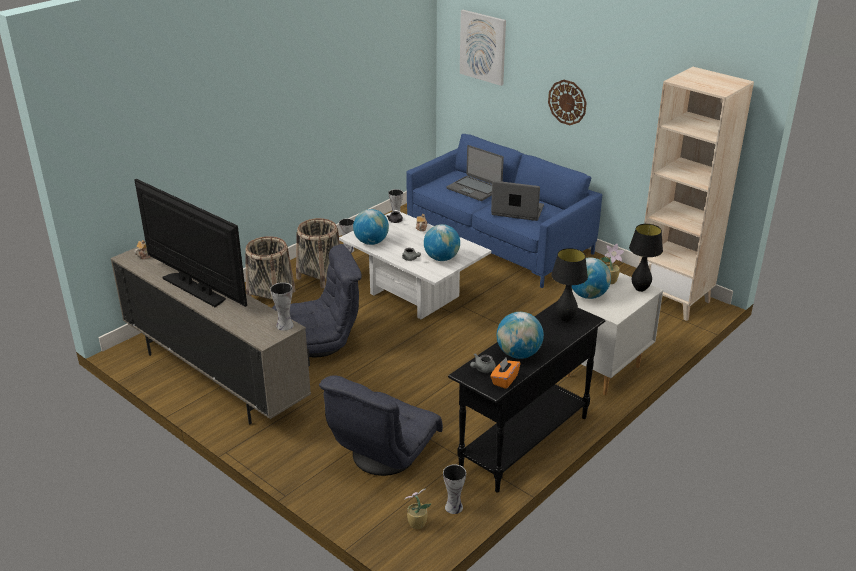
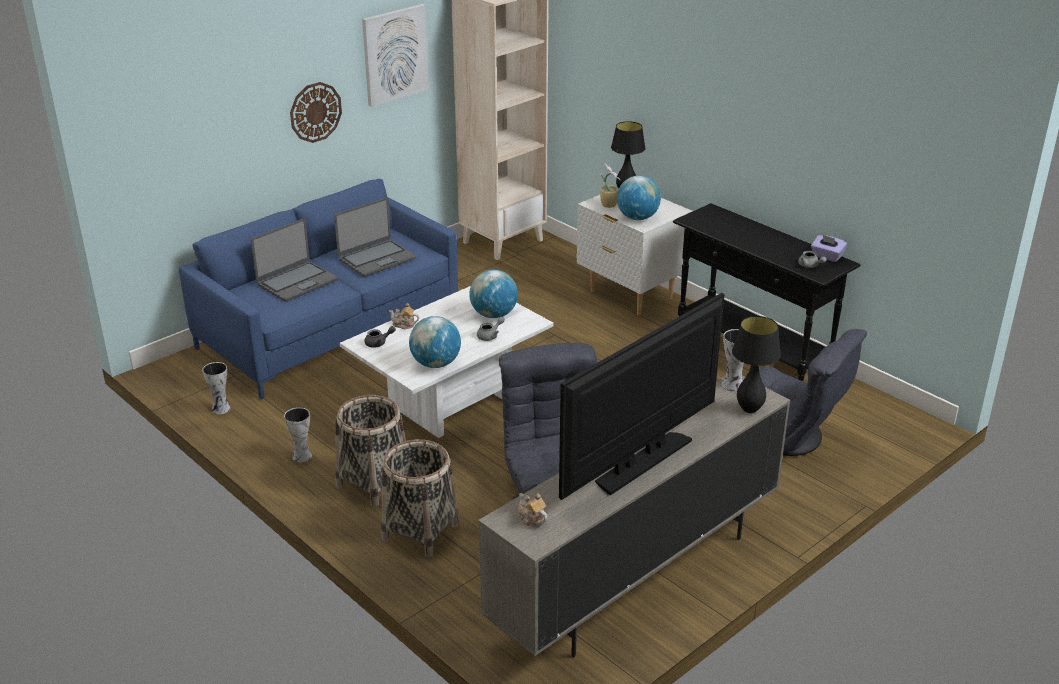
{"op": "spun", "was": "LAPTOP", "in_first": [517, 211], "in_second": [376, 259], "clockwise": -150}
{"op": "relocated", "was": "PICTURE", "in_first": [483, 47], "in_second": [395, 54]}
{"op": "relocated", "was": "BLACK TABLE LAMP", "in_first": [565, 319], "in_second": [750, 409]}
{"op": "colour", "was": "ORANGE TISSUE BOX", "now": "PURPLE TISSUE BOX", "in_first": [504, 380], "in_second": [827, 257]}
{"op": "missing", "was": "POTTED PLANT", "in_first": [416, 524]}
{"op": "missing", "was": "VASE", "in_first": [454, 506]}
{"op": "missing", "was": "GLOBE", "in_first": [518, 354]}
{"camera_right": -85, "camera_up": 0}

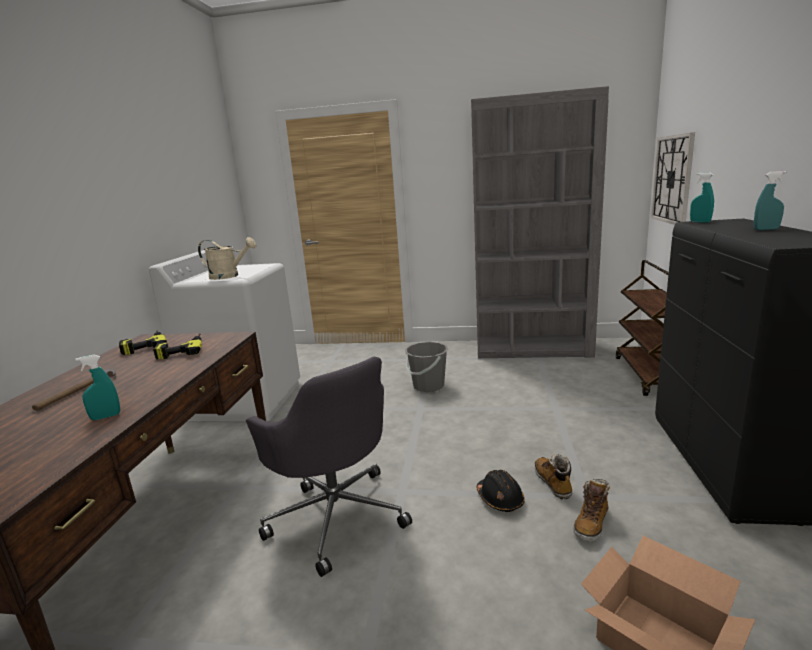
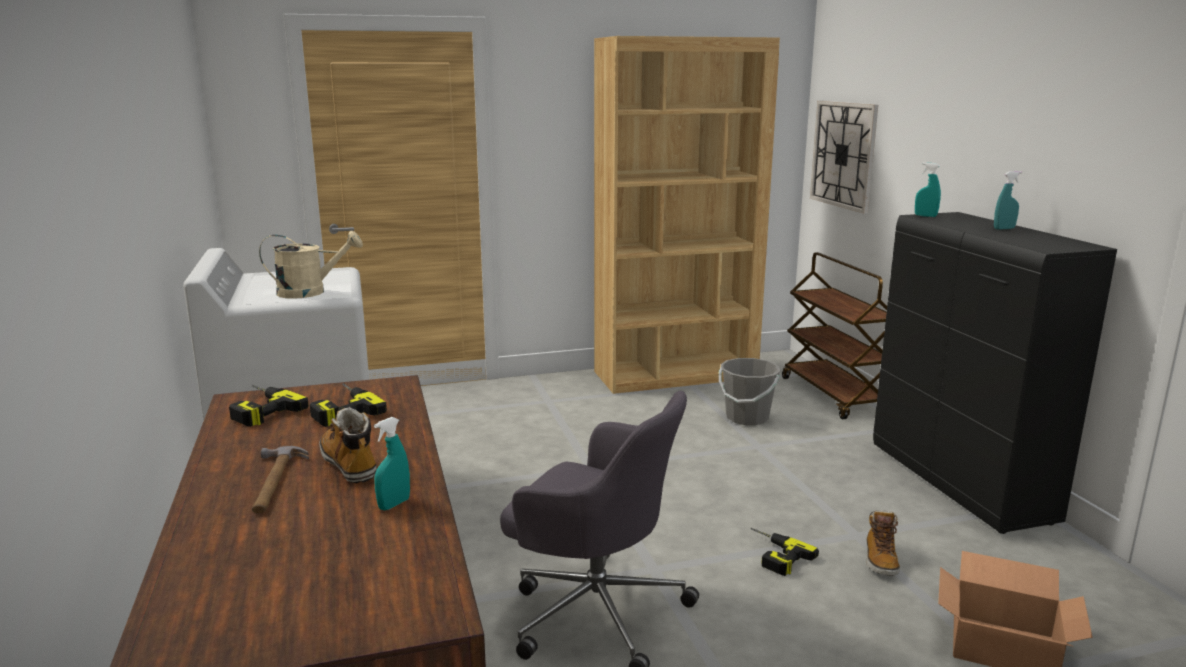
{"op": "relocated", "was": "BOOT", "in_first": [553, 483], "in_second": [349, 465]}
{"op": "colour", "was": "GREY BOOKCASE", "now": "BROWN BOOKCASE", "in_first": [533, 349], "in_second": [676, 375]}
{"op": "relocated", "was": "GREY BUCKET", "in_first": [428, 386], "in_second": [747, 417]}
{"op": "exchanged", "was": "BLACK HARD HAT", "now": "POWER DRILL", "in_first": [500, 499], "in_second": [772, 555]}
{"camera_right": -25, "camera_up": 0}

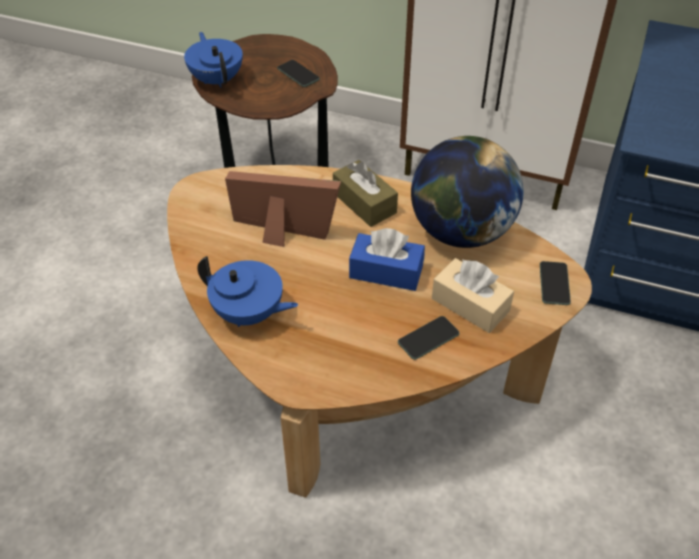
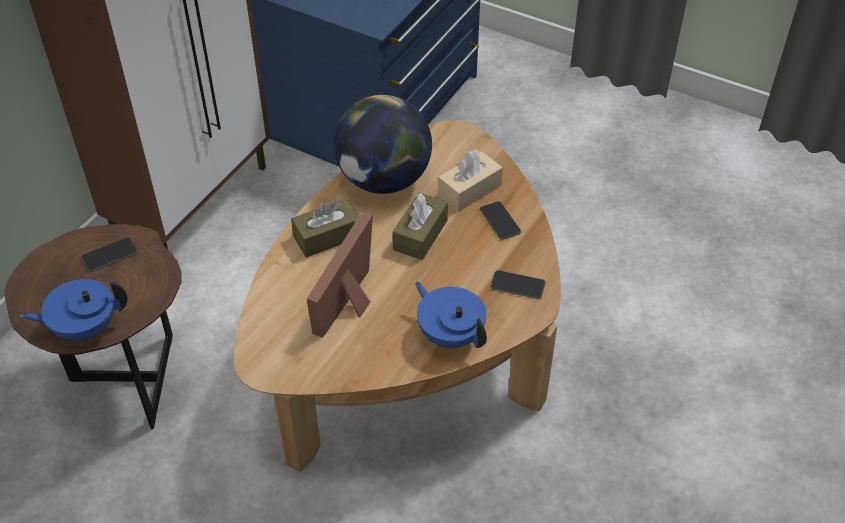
{"op": "colour", "was": "BLUE TISSUE BOX", "now": "BROWN TISSUE BOX", "in_first": [386, 272], "in_second": [420, 235]}
{"op": "spun", "was": "BLUE TEAPOT", "in_first": [249, 314], "in_second": [450, 334], "clockwise": -75}
{"op": "relocated", "was": "PHONE", "in_first": [554, 283], "in_second": [517, 285]}
{"camera_right": -80, "camera_up": 0}

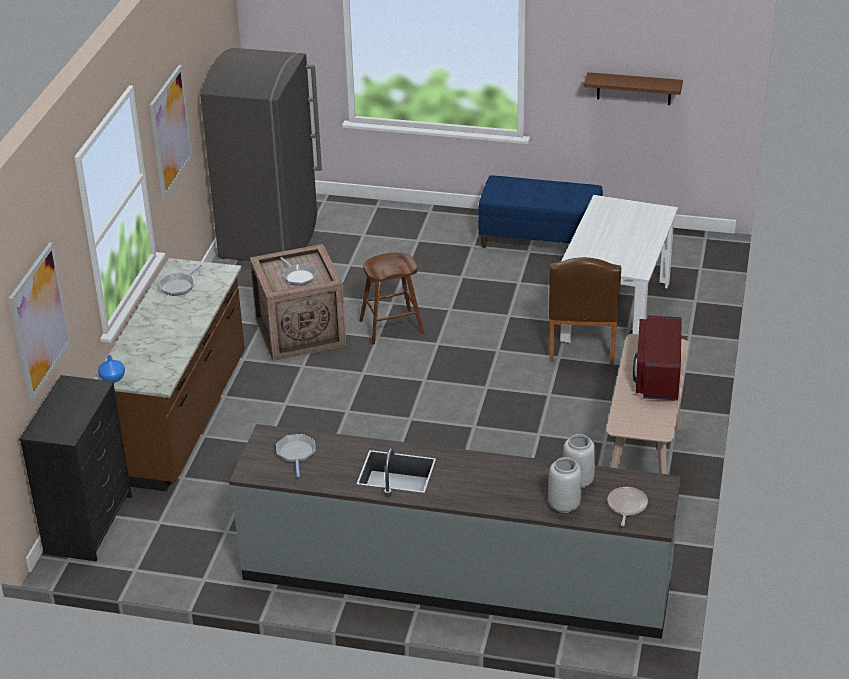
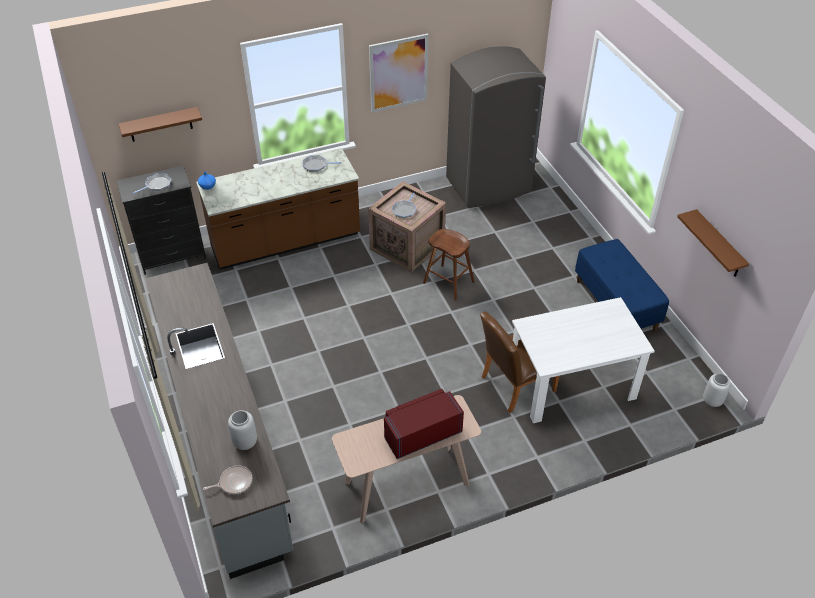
{"op": "exchanged", "was": "PICTURE", "now": "BROWN SHELF", "in_first": [39, 321], "in_second": [160, 124]}
{"op": "relocated", "was": "FRYING PAN", "in_first": [296, 453], "in_second": [157, 185]}
{"op": "relocated", "was": "GREY VASE", "in_first": [564, 505], "in_second": [712, 400]}
{"camera_right": 55, "camera_up": 10}

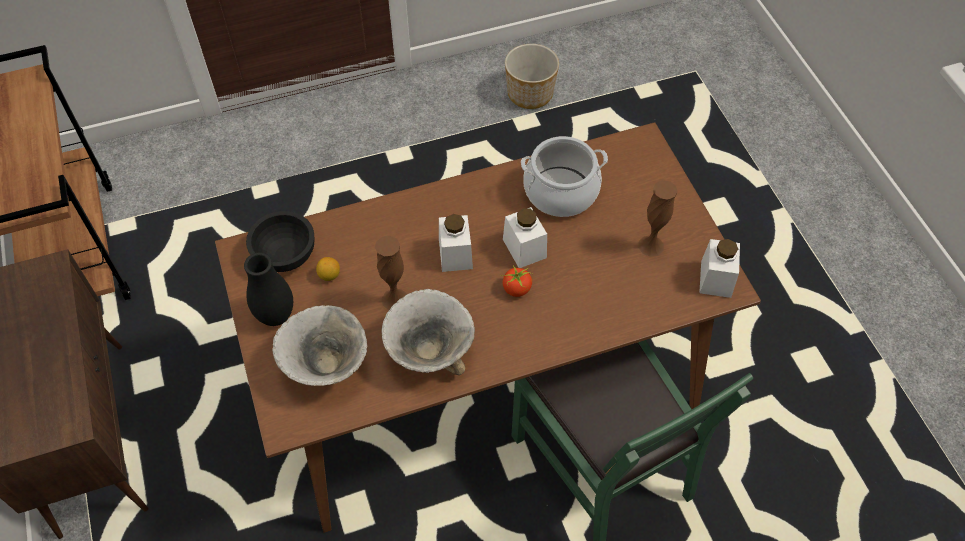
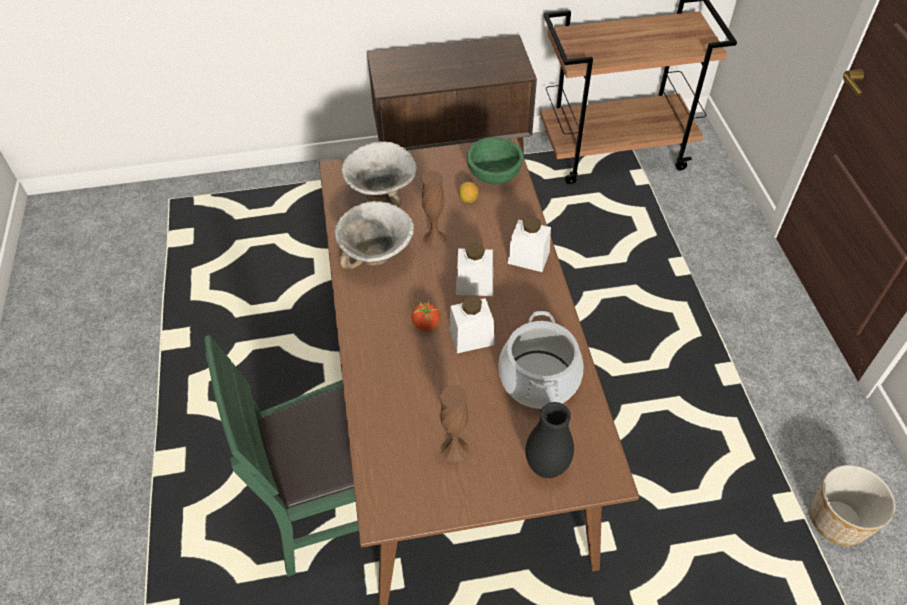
{"op": "colour", "was": "BLACK BOWL", "now": "GREEN BOWL", "in_first": [285, 255], "in_second": [494, 175]}
{"op": "relocated", "was": "WHITE JAR", "in_first": [716, 279], "in_second": [528, 257]}
{"op": "relocated", "was": "BLACK VASE", "in_first": [276, 316], "in_second": [546, 466]}
{"camera_right": 100, "camera_up": -5}

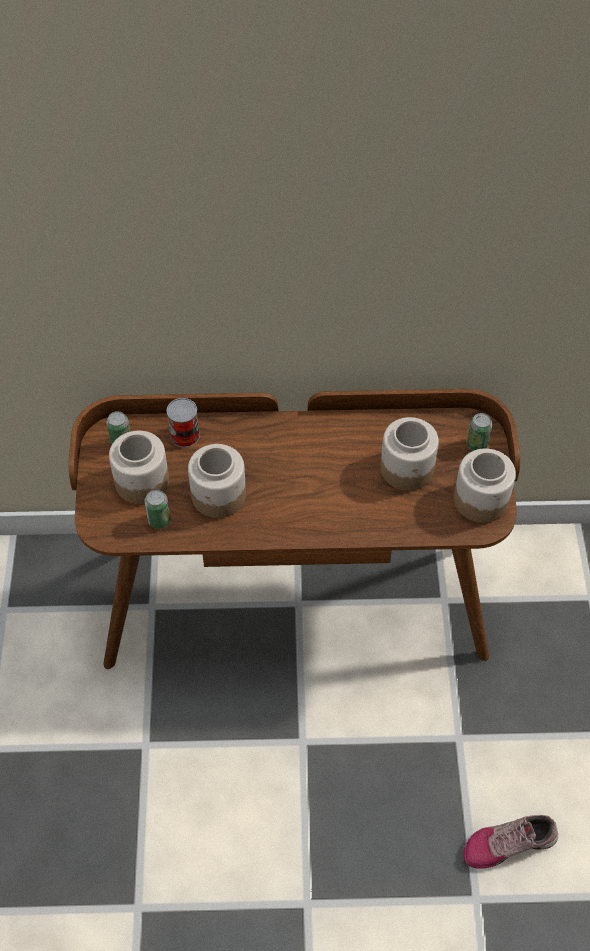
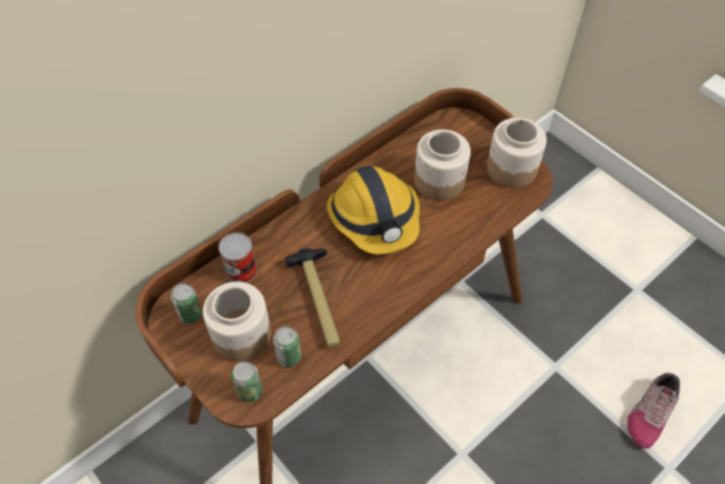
{"op": "relocated", "was": "CAN", "in_first": [476, 445], "in_second": [250, 391]}
{"op": "exchanged", "was": "JAR", "now": "HAMMER", "in_first": [219, 496], "in_second": [319, 300]}
{"op": "appeared", "now": "HARD HAT", "in_second": [375, 218]}
{"camera_right": -40, "camera_up": 0}

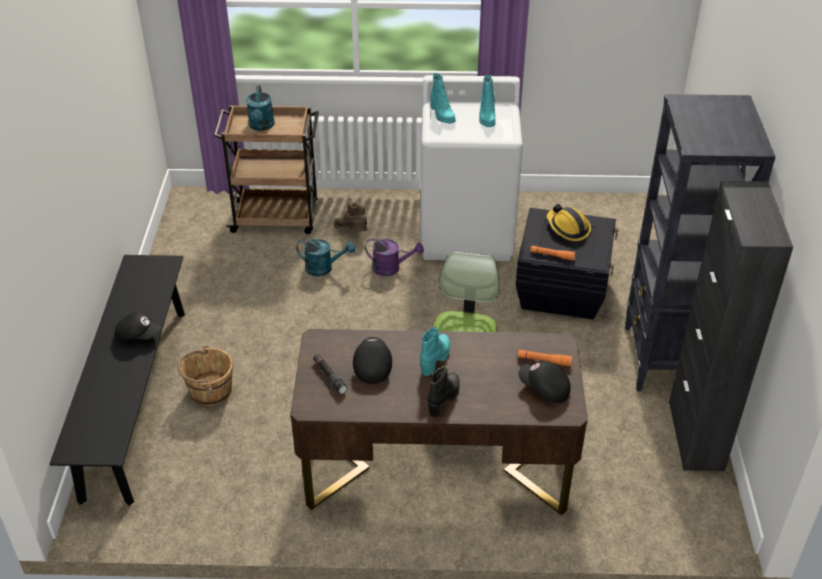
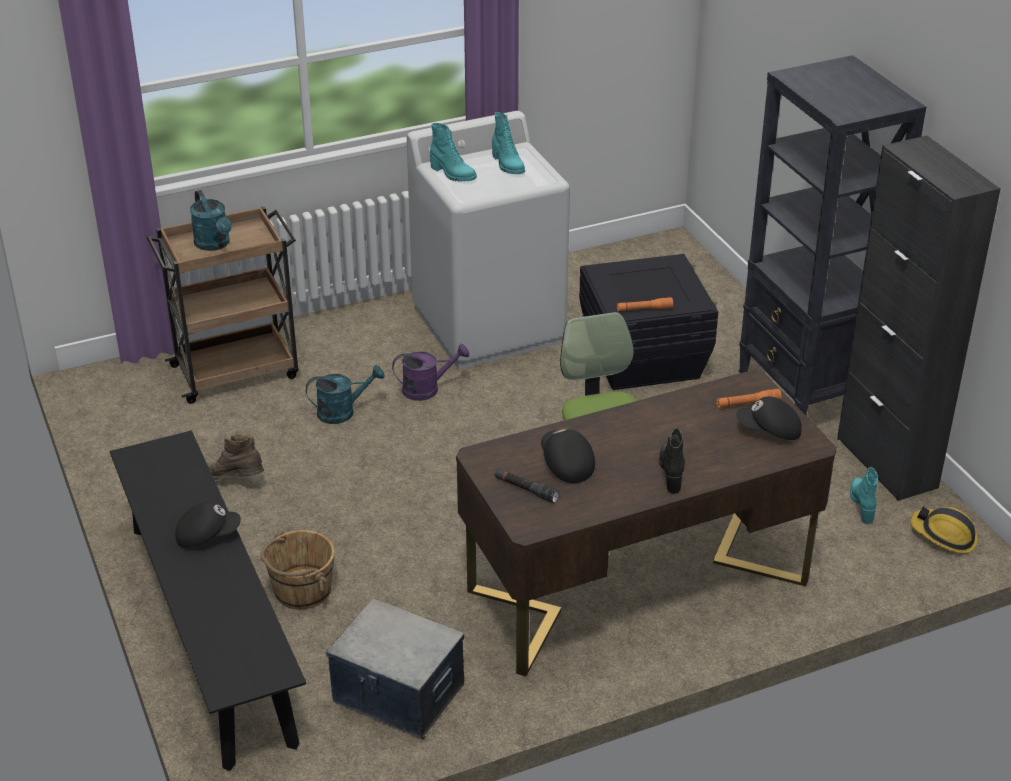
{"op": "relocated", "was": "BROWN BOOT", "in_first": [352, 232], "in_second": [236, 481]}
{"op": "appeared", "now": "STORAGE BOX", "in_second": [398, 694]}
{"op": "relocated", "was": "TURQUOISE BOOT", "in_first": [436, 358], "in_second": [863, 505]}
{"op": "relocated", "was": "HARD HAT", "in_first": [567, 228], "in_second": [944, 536]}
{"camera_right": -25, "camera_up": -5}

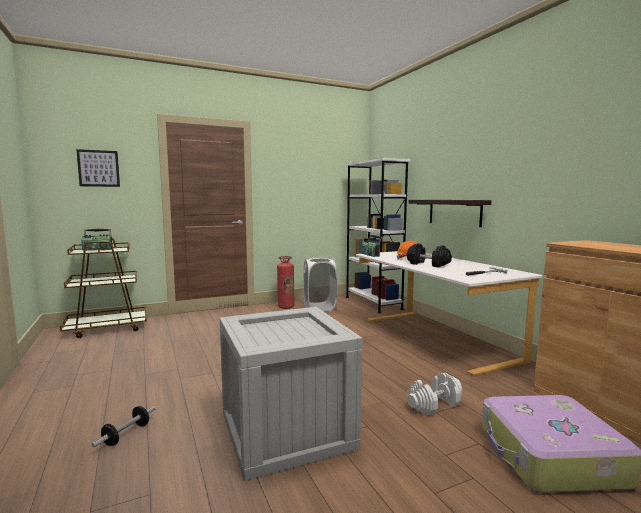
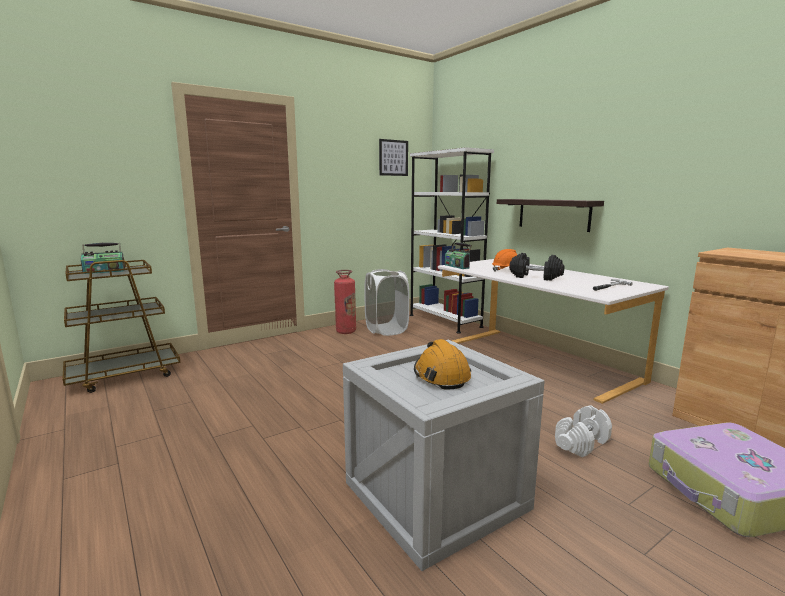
{"op": "relocated", "was": "PICTURE", "in_first": [98, 168], "in_second": [393, 158]}
{"op": "appeared", "now": "ORANGE HARD HAT", "in_second": [441, 375]}
{"op": "missing", "was": "DUMBBELL", "in_first": [126, 435]}
{"camera_right": -10, "camera_up": 5}

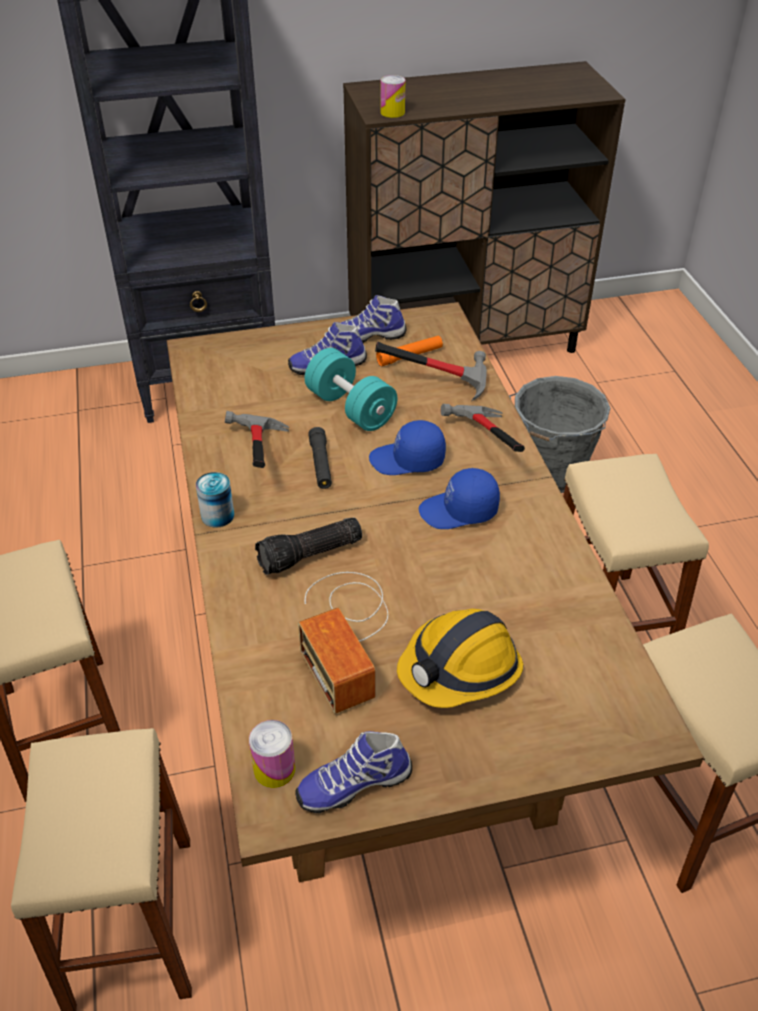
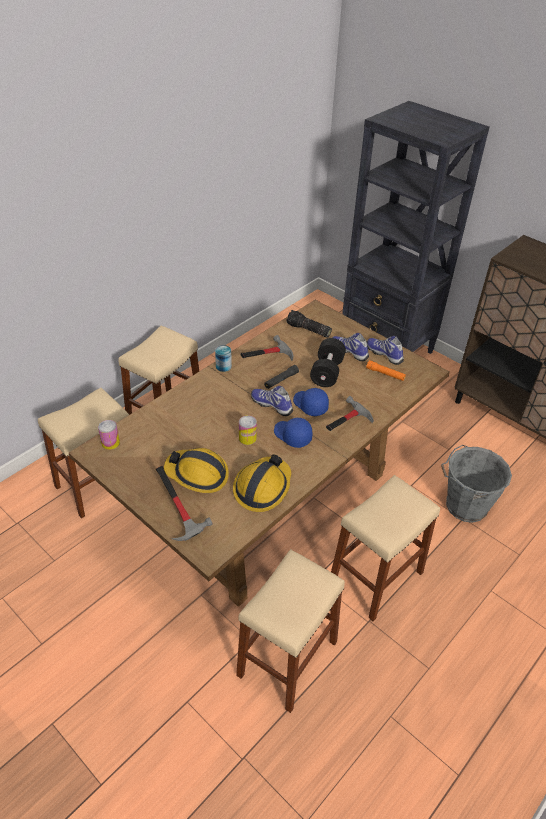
{"op": "relocated", "was": "HAMMER", "in_first": [439, 382], "in_second": [183, 515]}
{"op": "appeared", "now": "HARD HAT", "in_second": [262, 488]}
{"op": "relocated", "was": "CAN", "in_first": [392, 112], "in_second": [247, 438]}
{"op": "relocated", "was": "SHOE", "in_first": [353, 783], "in_second": [272, 405]}
{"op": "relocated", "was": "FLASHLIGHT", "in_first": [310, 556], "in_second": [308, 330]}
{"op": "colour", "was": "TURQUOISE DUMBBELL", "now": "BLACK DUMBBELL", "in_first": [351, 408], "in_second": [327, 372]}
{"op": "missing", "was": "RADIO", "in_first": [347, 633]}
{"camera_right": 55, "camera_up": 0}

